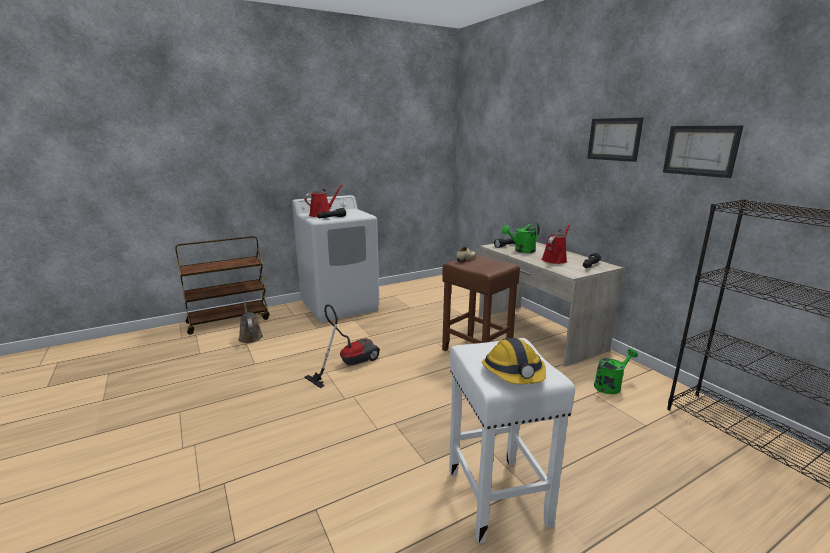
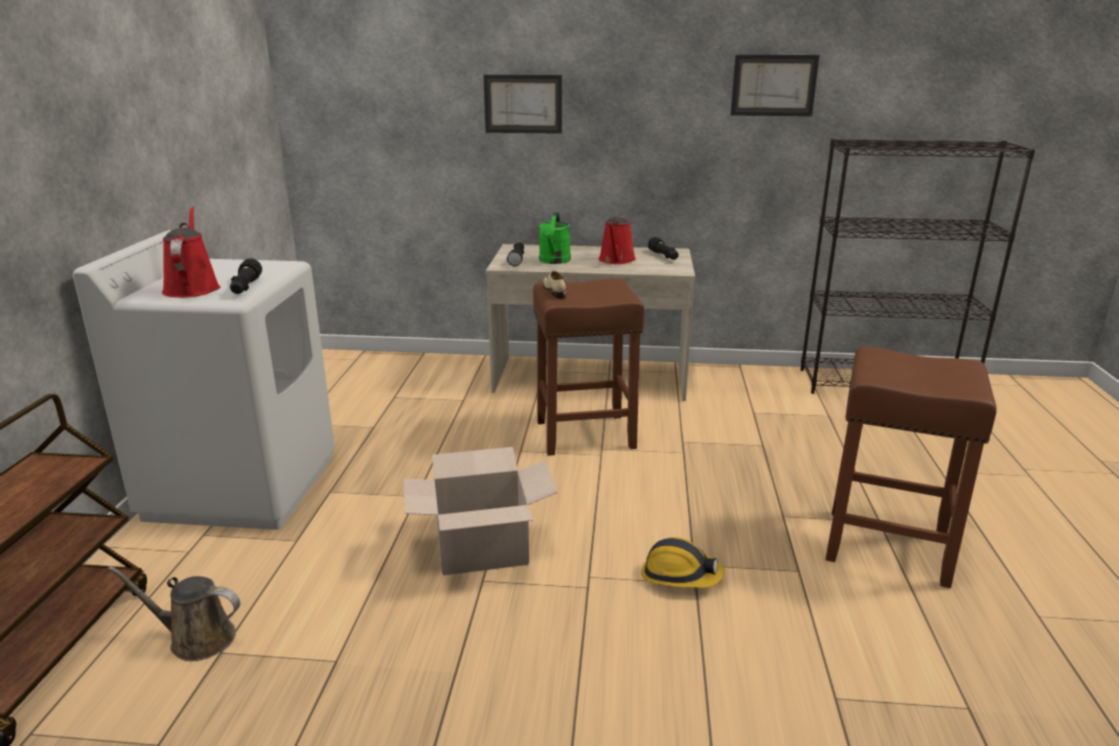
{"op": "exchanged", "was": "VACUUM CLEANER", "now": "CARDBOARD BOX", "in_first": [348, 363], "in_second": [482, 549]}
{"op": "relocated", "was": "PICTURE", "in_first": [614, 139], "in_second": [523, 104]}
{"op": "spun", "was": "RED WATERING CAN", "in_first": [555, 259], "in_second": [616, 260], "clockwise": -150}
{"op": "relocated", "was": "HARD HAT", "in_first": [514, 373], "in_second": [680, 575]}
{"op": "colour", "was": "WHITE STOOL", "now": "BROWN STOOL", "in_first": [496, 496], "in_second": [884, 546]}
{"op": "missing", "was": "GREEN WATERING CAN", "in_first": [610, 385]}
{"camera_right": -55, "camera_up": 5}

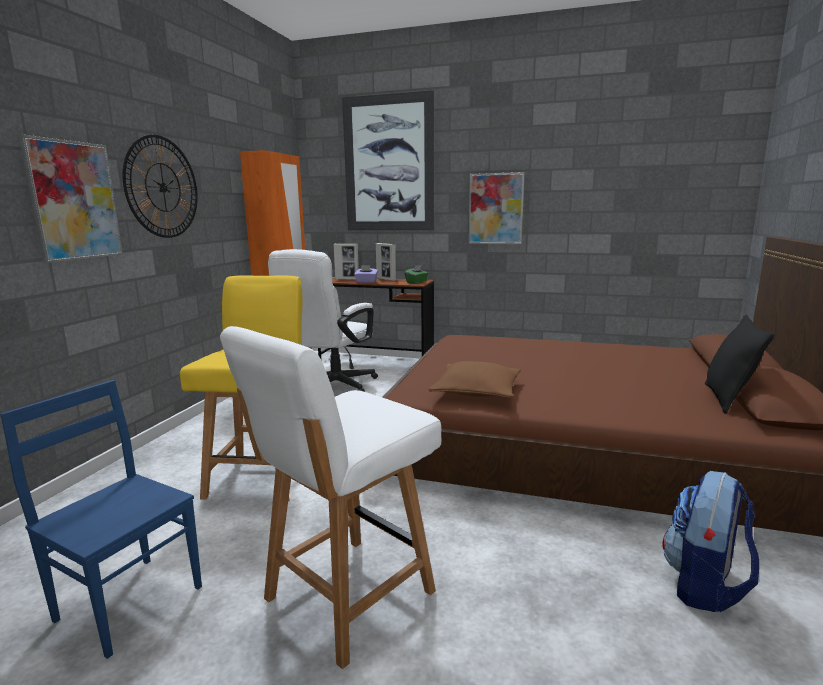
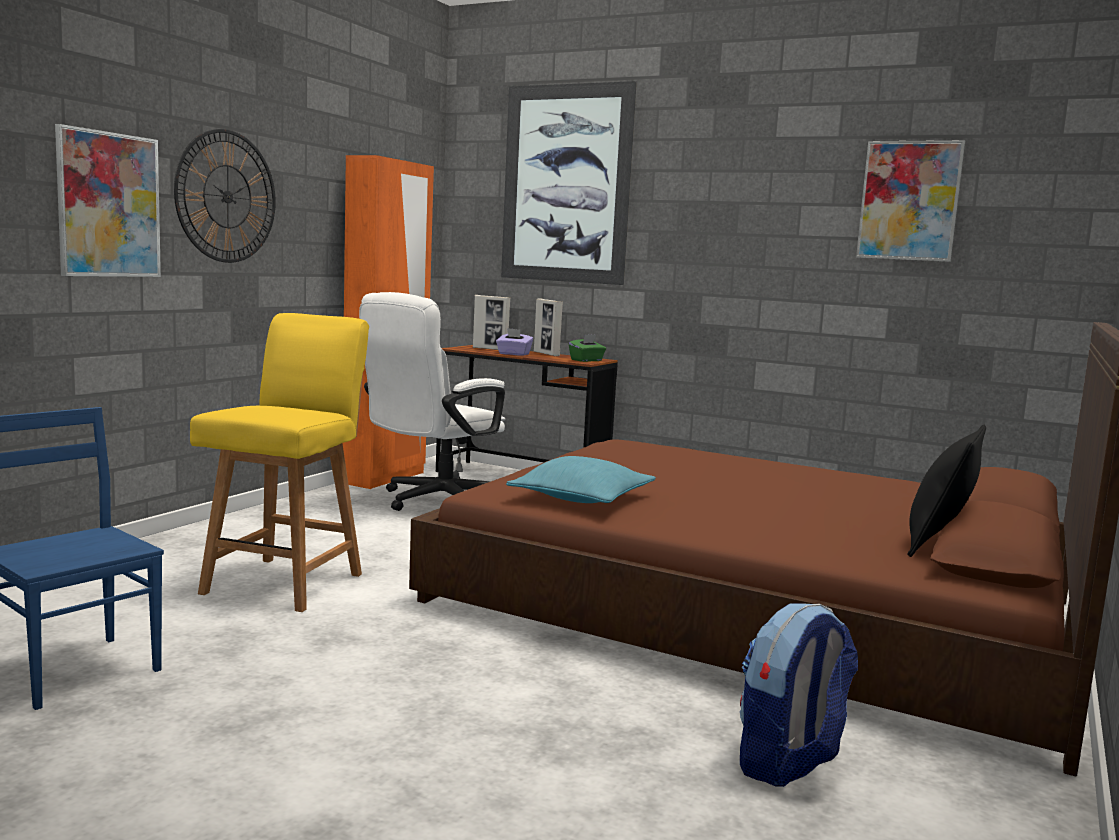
{"op": "colour", "was": "BROWN PILLOW", "now": "TURQUOISE PILLOW", "in_first": [476, 391], "in_second": [581, 498]}
{"op": "relocated", "was": "PICTURE", "in_first": [496, 208], "in_second": [909, 201]}
{"op": "missing", "was": "WHITE CHAIR", "in_first": [346, 597]}
{"camera_right": 10, "camera_up": -5}

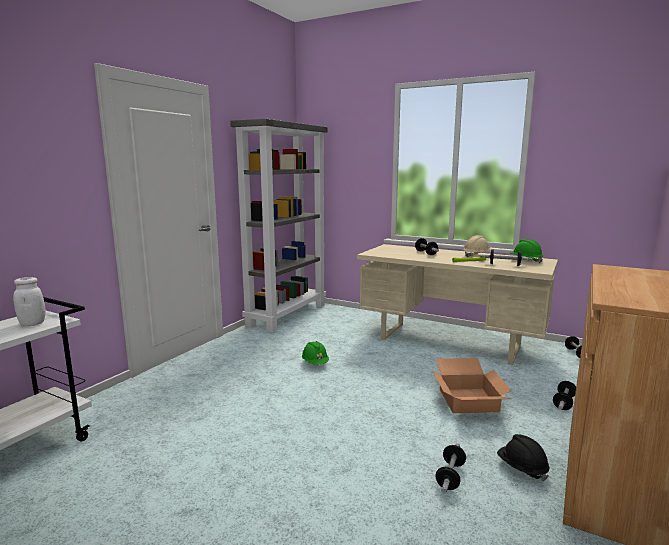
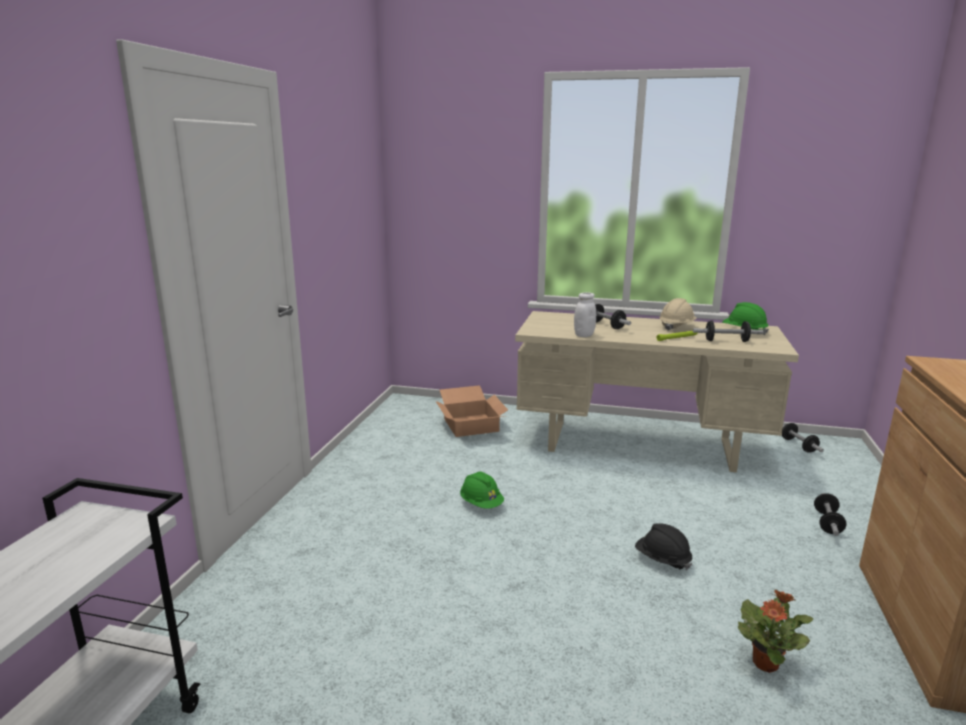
{"op": "relocated", "was": "CARDBOARD BOX", "in_first": [469, 400], "in_second": [472, 425]}
{"op": "relocated", "was": "WHITE JAR", "in_first": [32, 323], "in_second": [584, 335]}
{"op": "relocated", "was": "BLACK HARD HAT", "in_first": [521, 468], "in_second": [662, 560]}
{"op": "exchanged", "was": "DUMBBELL", "now": "POTTED PLANT", "in_first": [450, 476], "in_second": [766, 663]}
{"op": "missing", "was": "GREY BOOKCASE", "in_first": [287, 315]}
{"camera_right": -15, "camera_up": 5}

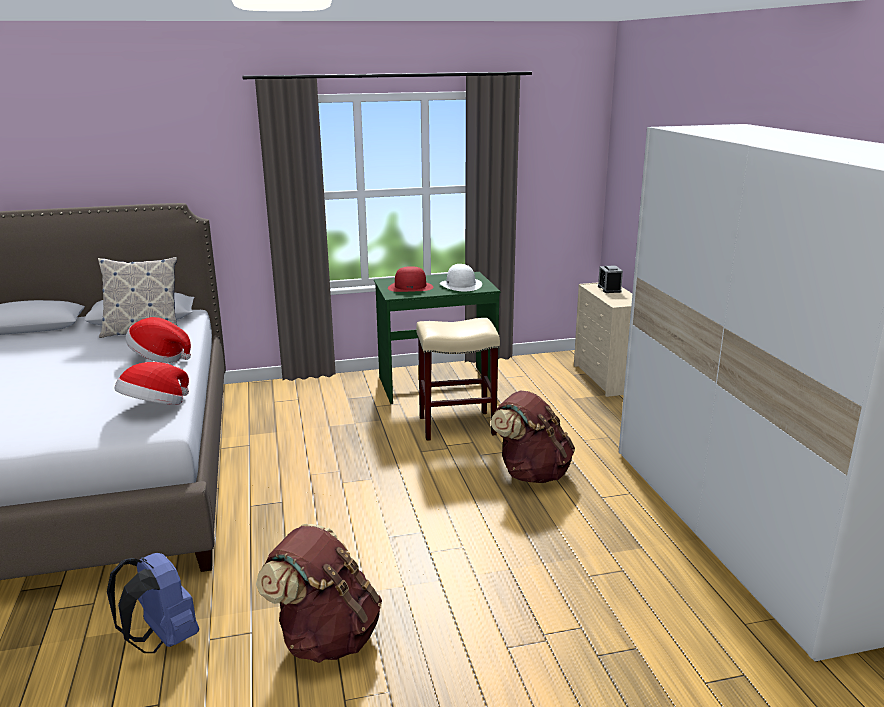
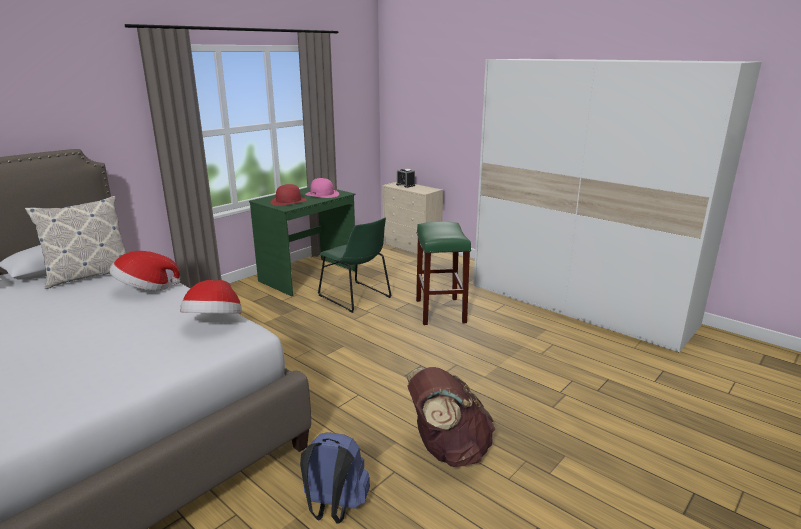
{"op": "colour", "was": "WHITE HAT", "now": "PINK HAT", "in_first": [461, 285], "in_second": [322, 194]}
{"op": "exchanged", "was": "BEIGE STOOL", "now": "GREEN CHAIR", "in_first": [456, 426], "in_second": [356, 297]}
{"op": "exchanged", "was": "BROWN BACKPACK", "now": "GREEN STOOL", "in_first": [531, 473], "in_second": [439, 311]}
{"camera_right": -35, "camera_up": 0}

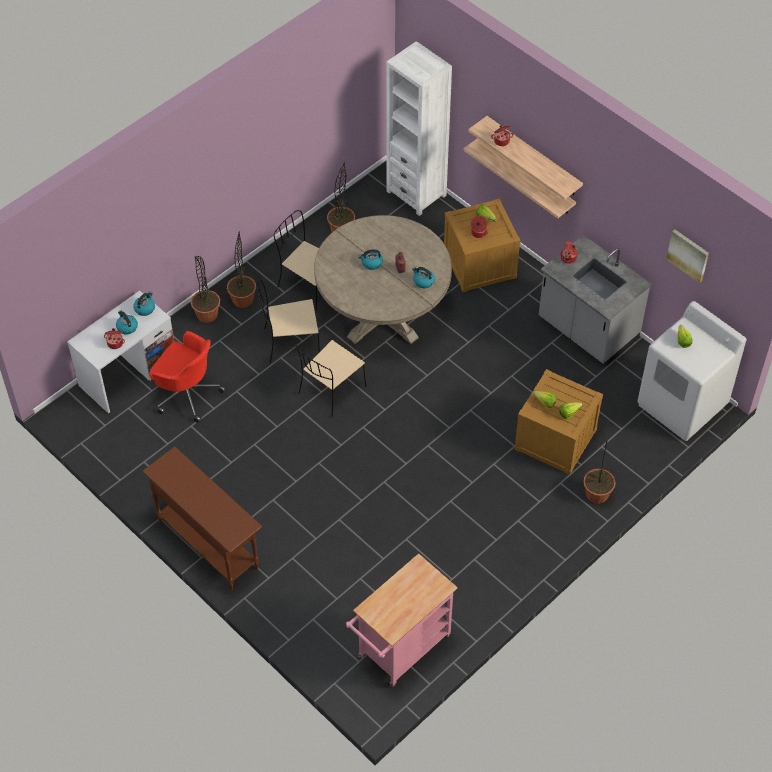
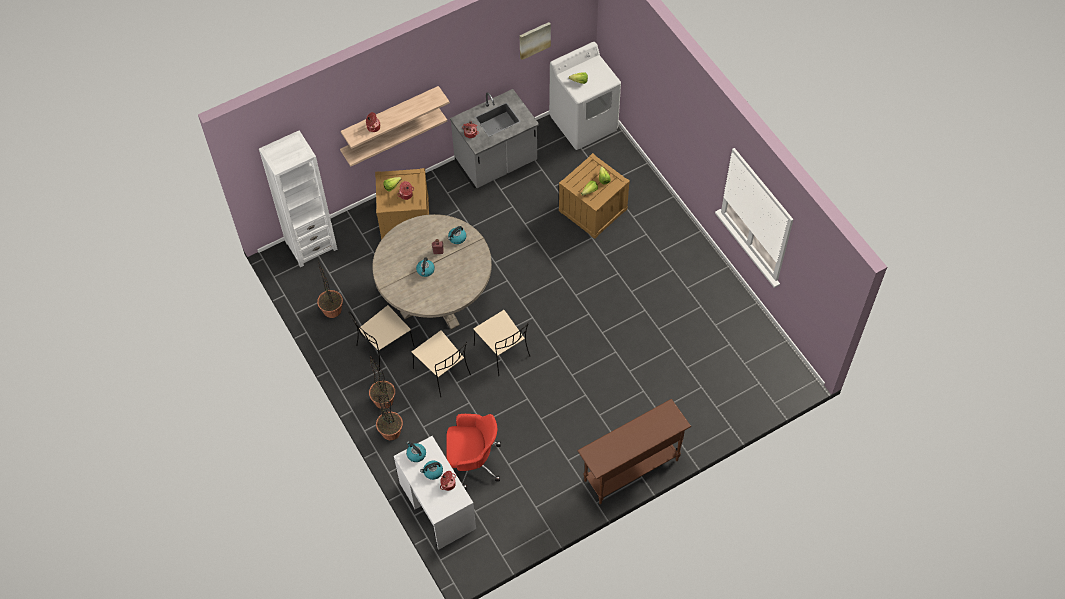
{"op": "spun", "was": "BEIGE CHAIR", "in_first": [290, 343], "in_second": [443, 372], "clockwise": -45}
{"op": "spun", "was": "RED OFFICE CHAIR", "in_first": [187, 393], "in_second": [472, 461], "clockwise": 45}
{"op": "missing", "was": "PINK CART", "in_first": [400, 650]}
{"op": "missing", "was": "POTTED PLANT", "in_first": [597, 494]}
{"camera_right": -75, "camera_up": 5}

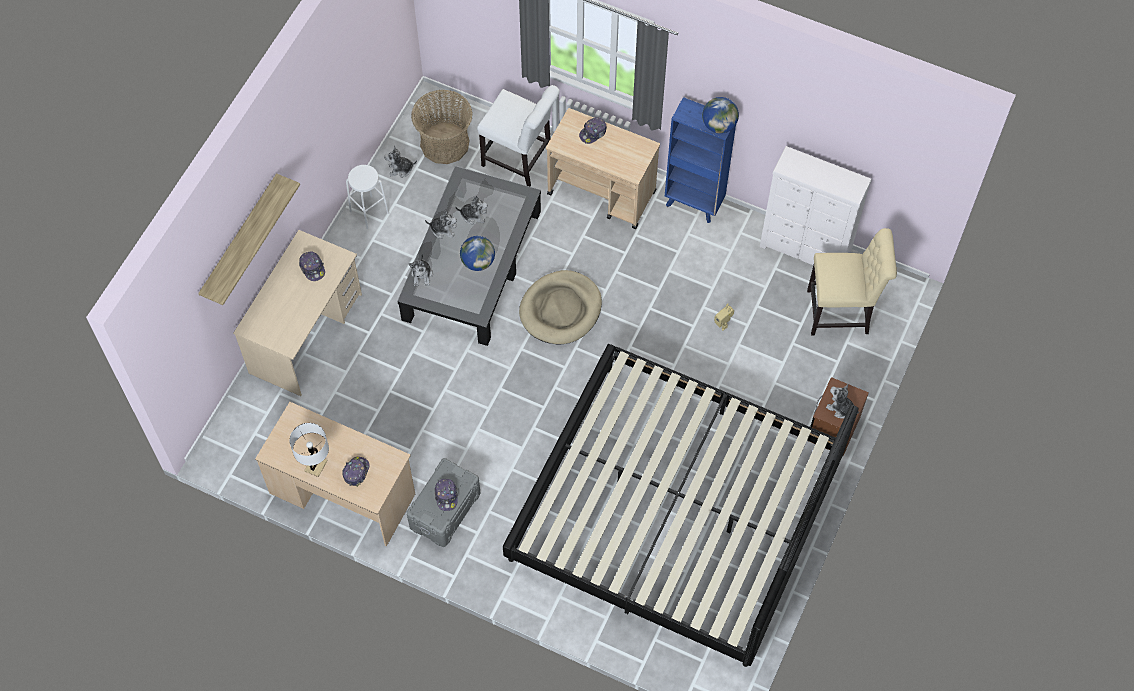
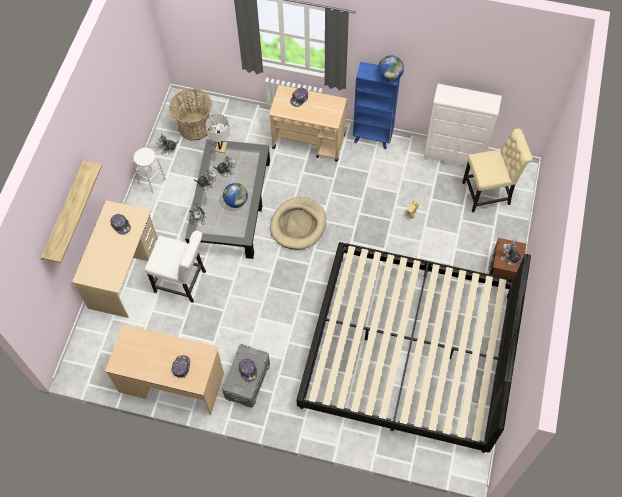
{"op": "relocated", "was": "WHITE CHAIR", "in_first": [520, 160], "in_second": [183, 282]}
{"op": "relocated", "was": "WHITE TABLE LAMP", "in_first": [316, 466], "in_second": [221, 147]}
{"camera_right": -10, "camera_up": 0}

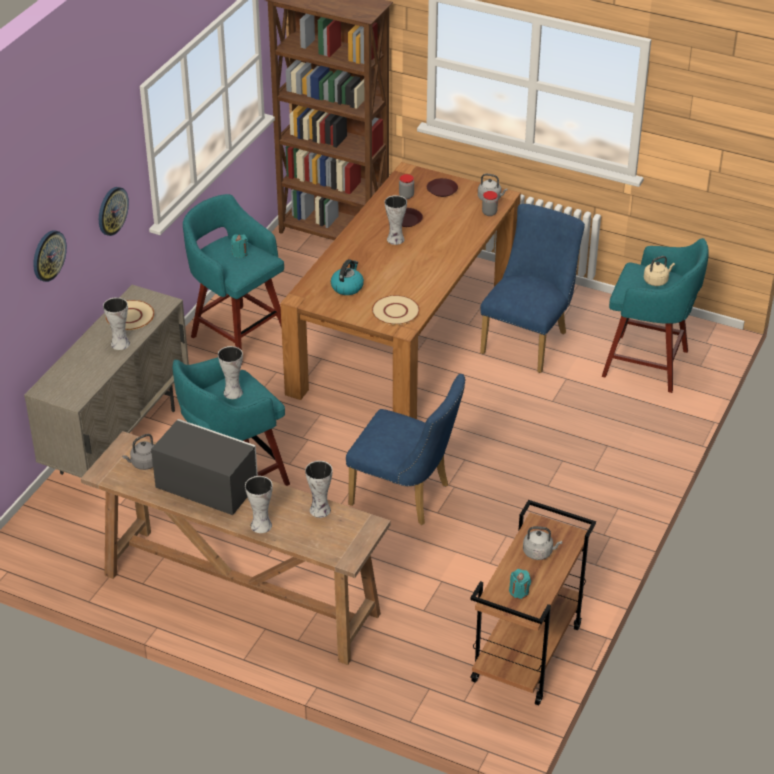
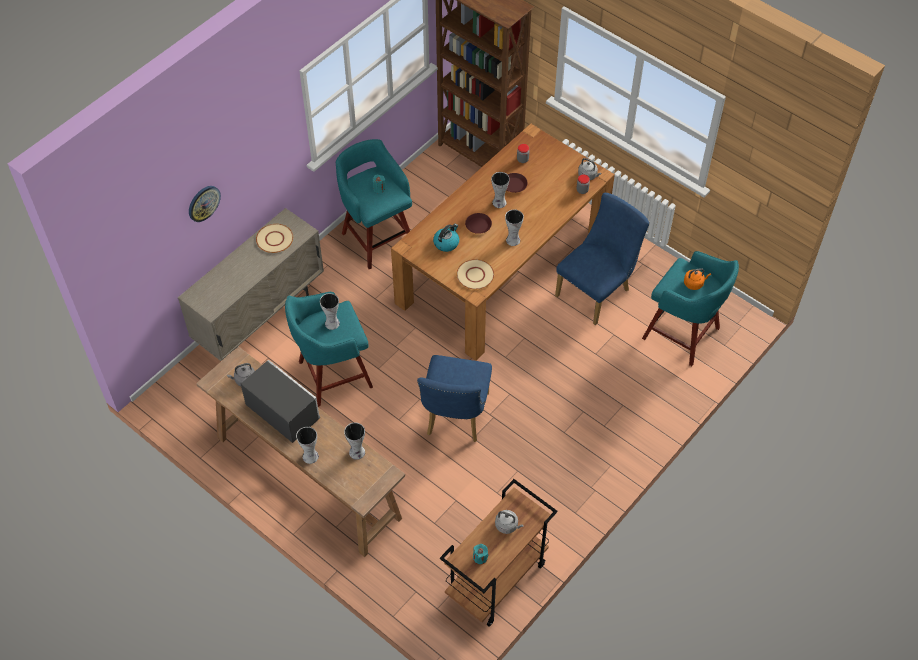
{"op": "spun", "was": "BLUE CHAIR", "in_first": [406, 497], "in_second": [455, 418], "clockwise": 60}
{"op": "relocated", "was": "BROWN PLATE", "in_first": [442, 190], "in_second": [478, 225]}
{"op": "relocated", "was": "VASE", "in_first": [119, 343], "in_second": [512, 239]}
{"op": "colour", "was": "BEIGE KETTLE", "now": "ORANGE KETTLE", "in_first": [657, 281], "in_second": [694, 283]}
{"op": "missing", "was": "WALL CLOCK", "in_first": [112, 210]}
{"camera_right": 15, "camera_up": 15}

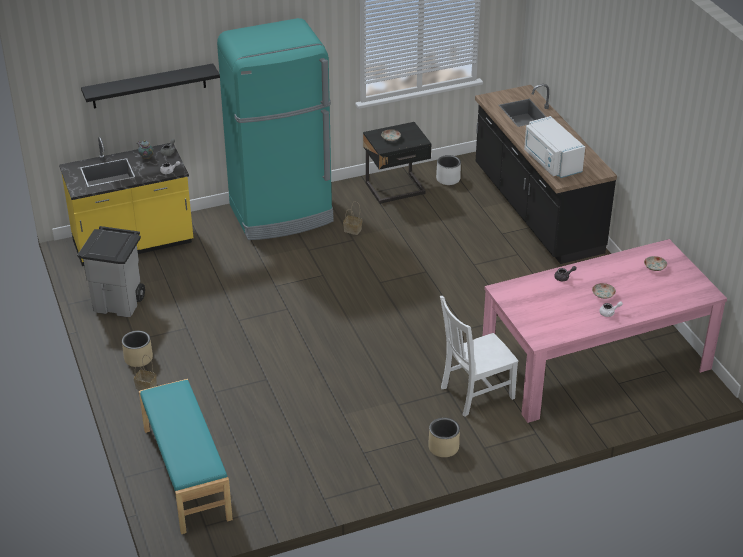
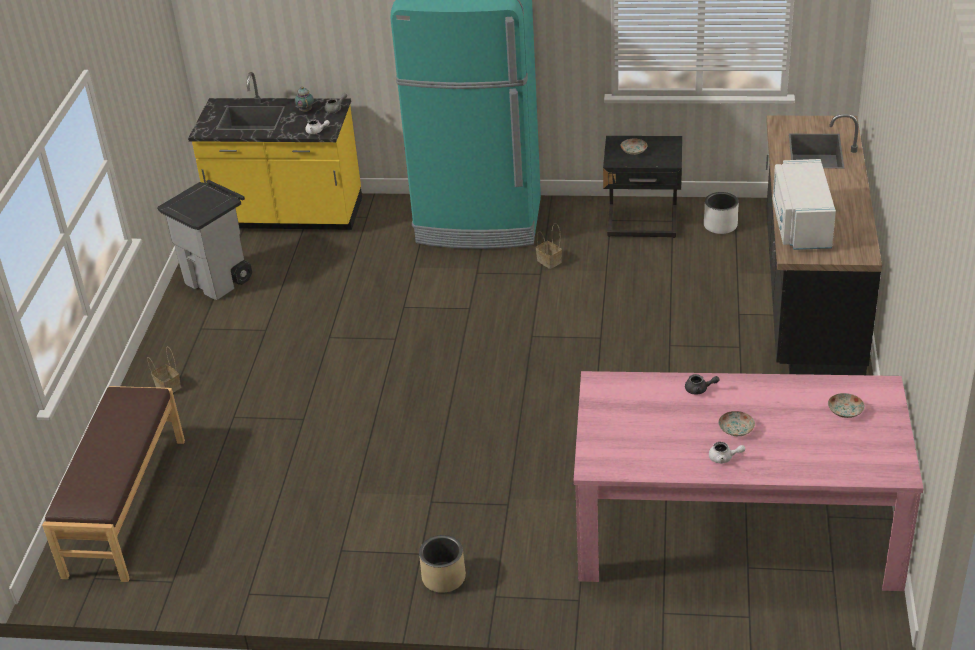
{"op": "colour", "was": "TURQUOISE BENCH", "now": "BROWN BENCH", "in_first": [186, 474], "in_second": [124, 506]}
{"op": "missing", "was": "BLACK SHELF", "in_first": [149, 86]}
{"op": "missing", "was": "BEIGE PLANTER", "in_first": [138, 358]}
{"op": "missing", "was": "WHITE CHAIR", "in_first": [475, 393]}
{"camera_right": 30, "camera_up": 0}

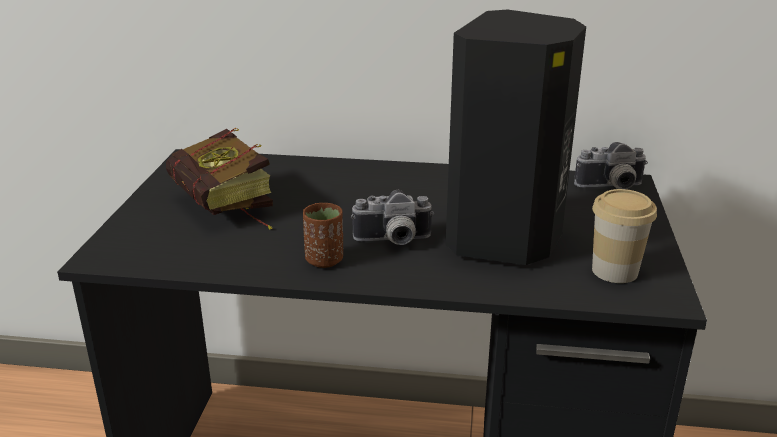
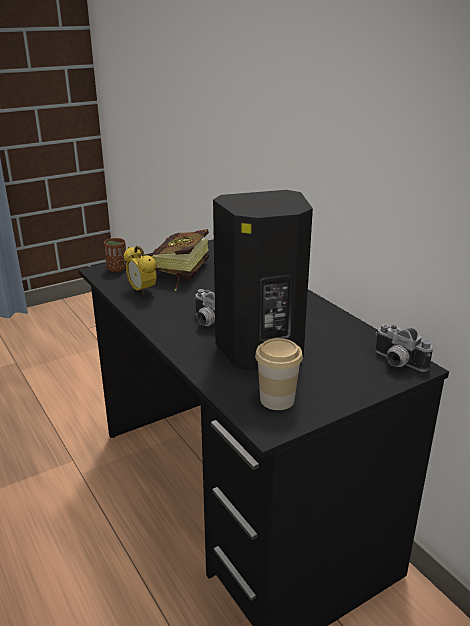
{"op": "relocated", "was": "BROWN CUP", "in_first": [324, 260], "in_second": [117, 269]}
{"op": "appeared", "now": "ALARM CLOCK", "in_second": [142, 291]}
{"camera_right": 50, "camera_up": 0}

